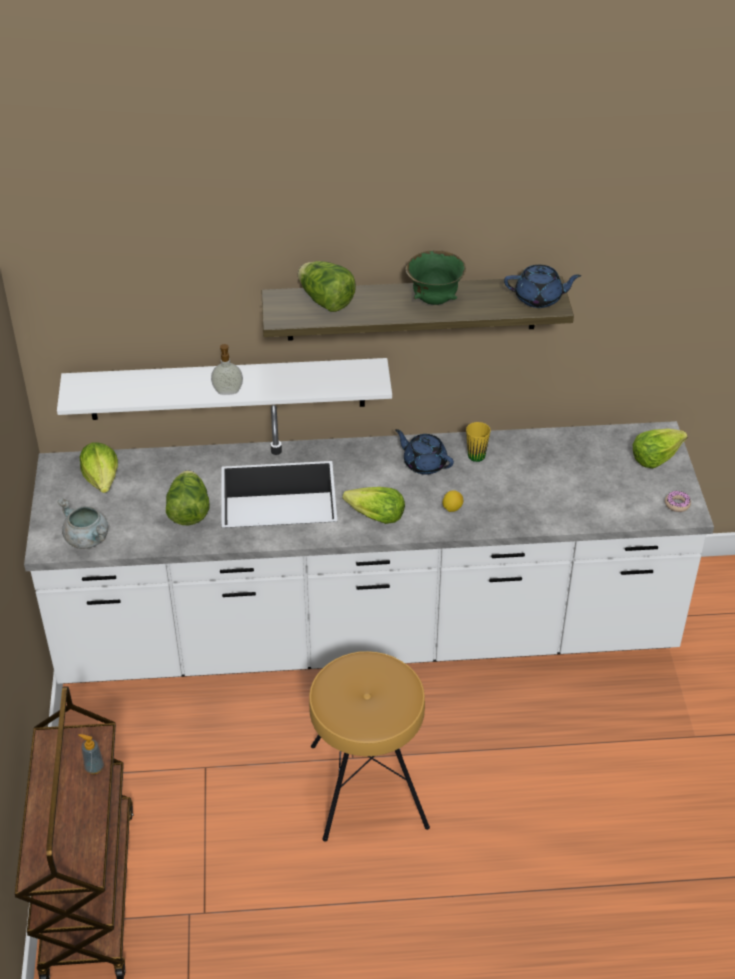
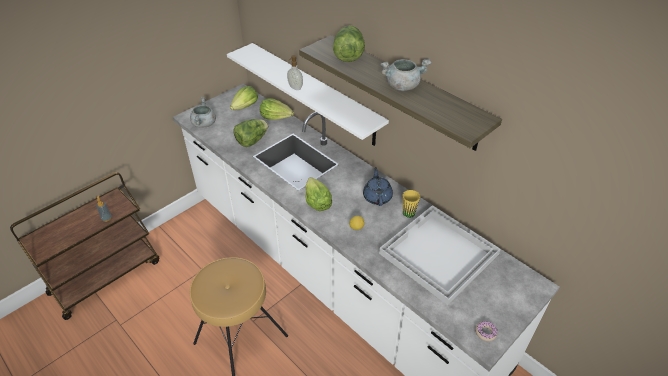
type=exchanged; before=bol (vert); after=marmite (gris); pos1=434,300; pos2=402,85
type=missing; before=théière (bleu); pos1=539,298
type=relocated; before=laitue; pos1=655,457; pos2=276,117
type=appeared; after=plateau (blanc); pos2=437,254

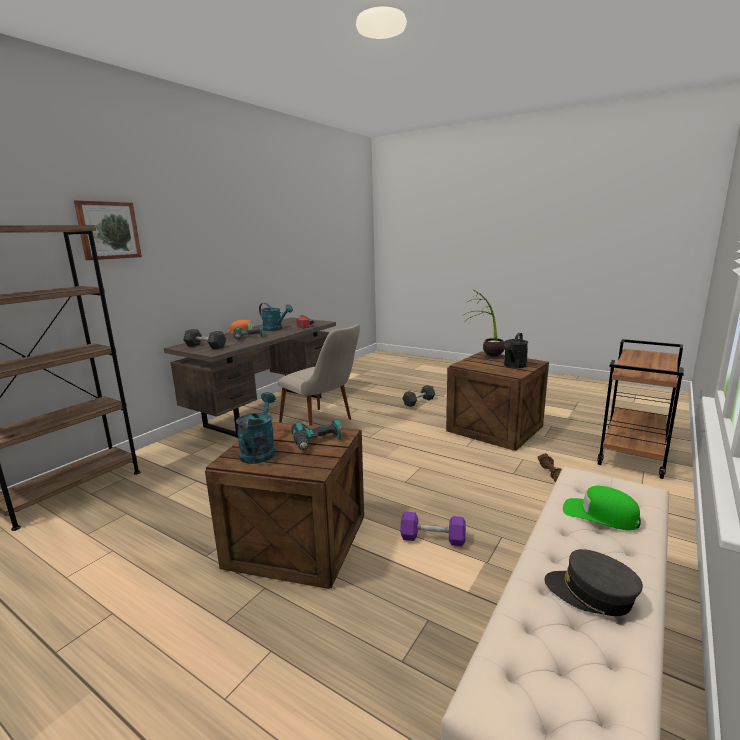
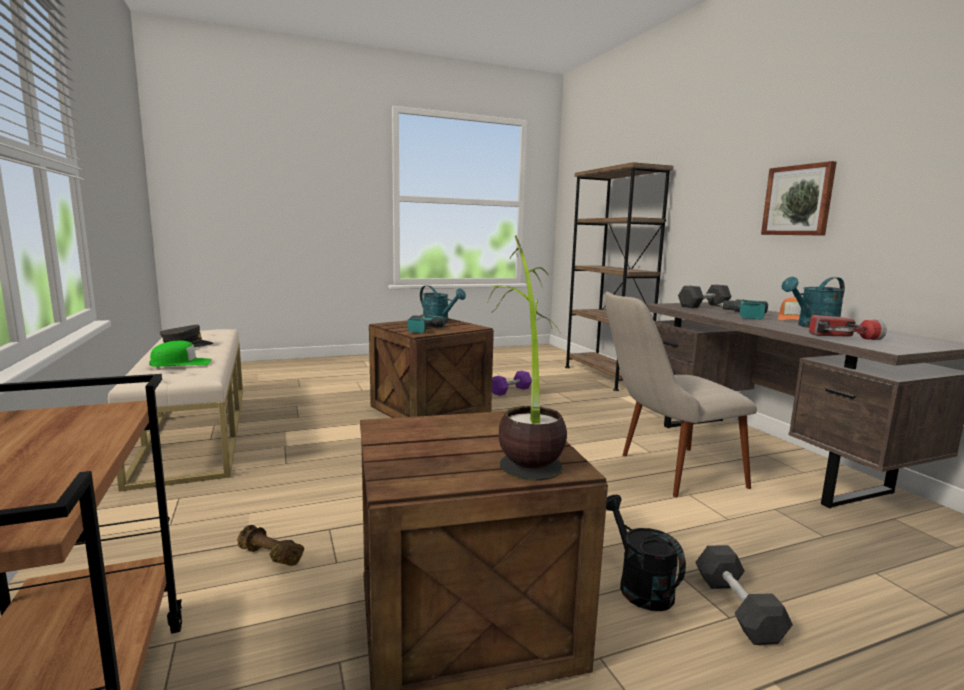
type=relocated; before=tableau; pos1=108,230; pos2=798,200
type=relocated; before=arrosoir (noir); pos1=514,366; pos2=639,585
type=relocated; before=haltère (violet); pos1=432,538; pos2=510,390

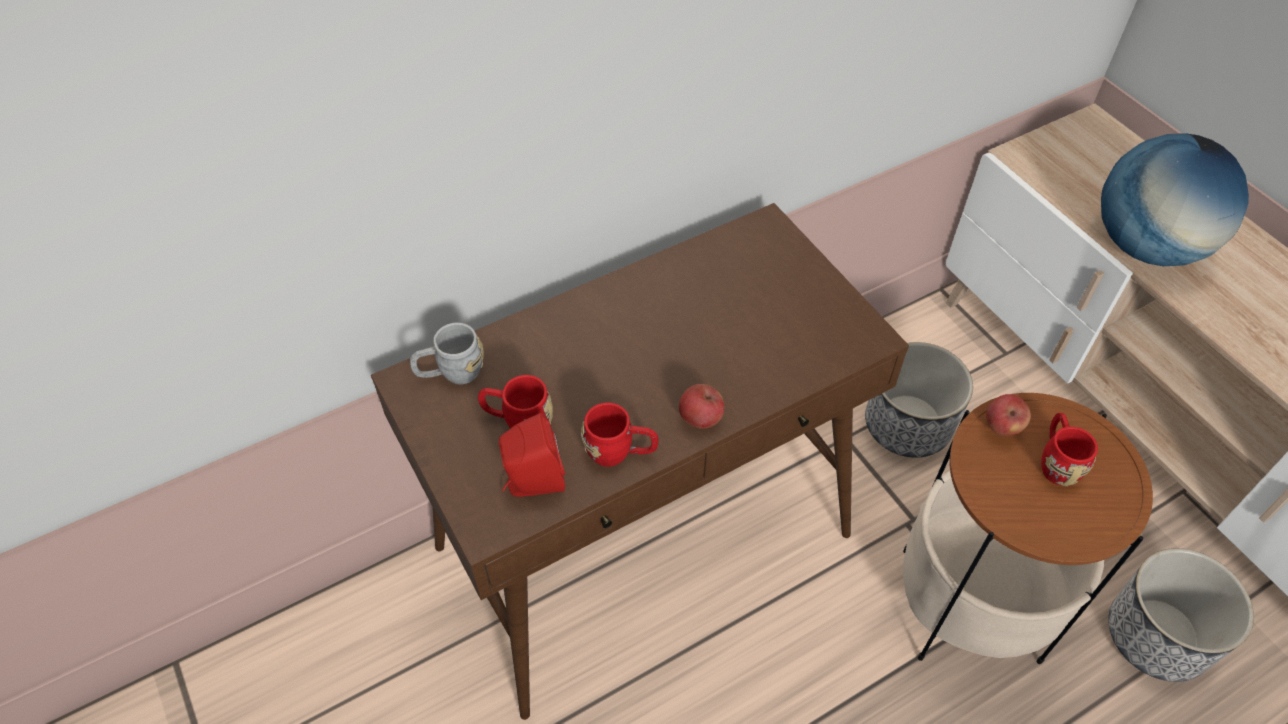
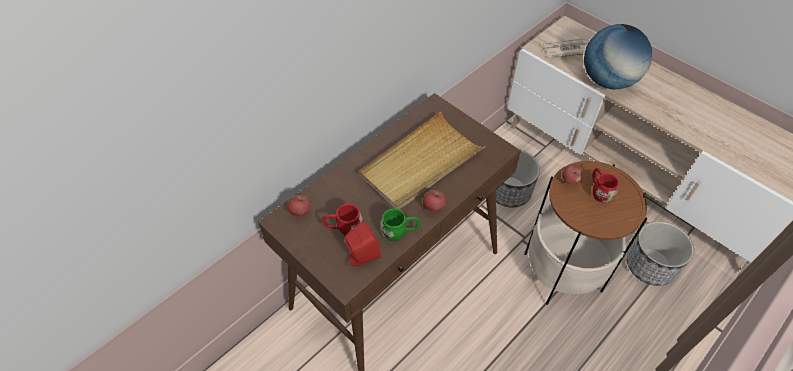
type=exchanged; before=mug (gris); after=pomme; pos1=451,373; pos2=300,212
type=colour; before=mug (rouge); after=mug (vert); pos1=620,452; pos2=400,232
type=appeared; after=journal; pos2=566,50
type=appeared; after=plateau (beige); pos2=421,164

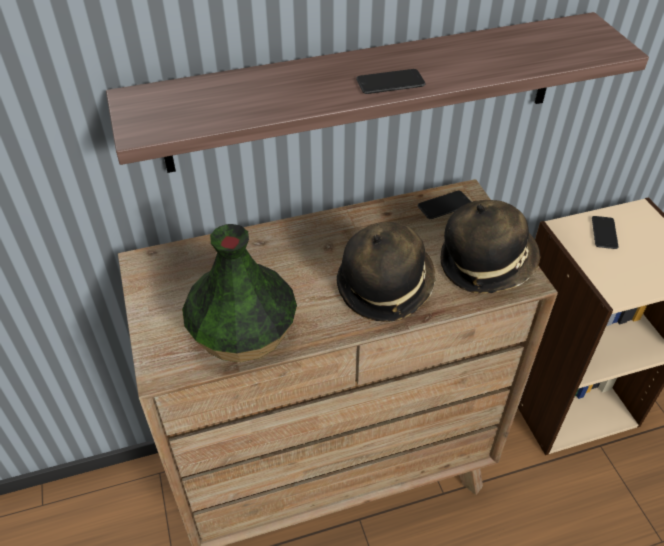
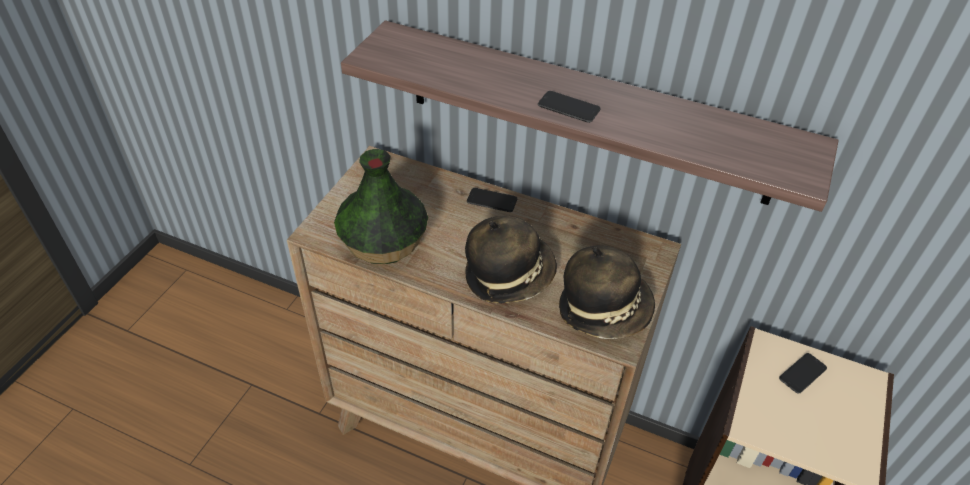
type=relocated; before=téléphone; pos1=444,205; pos2=492,200

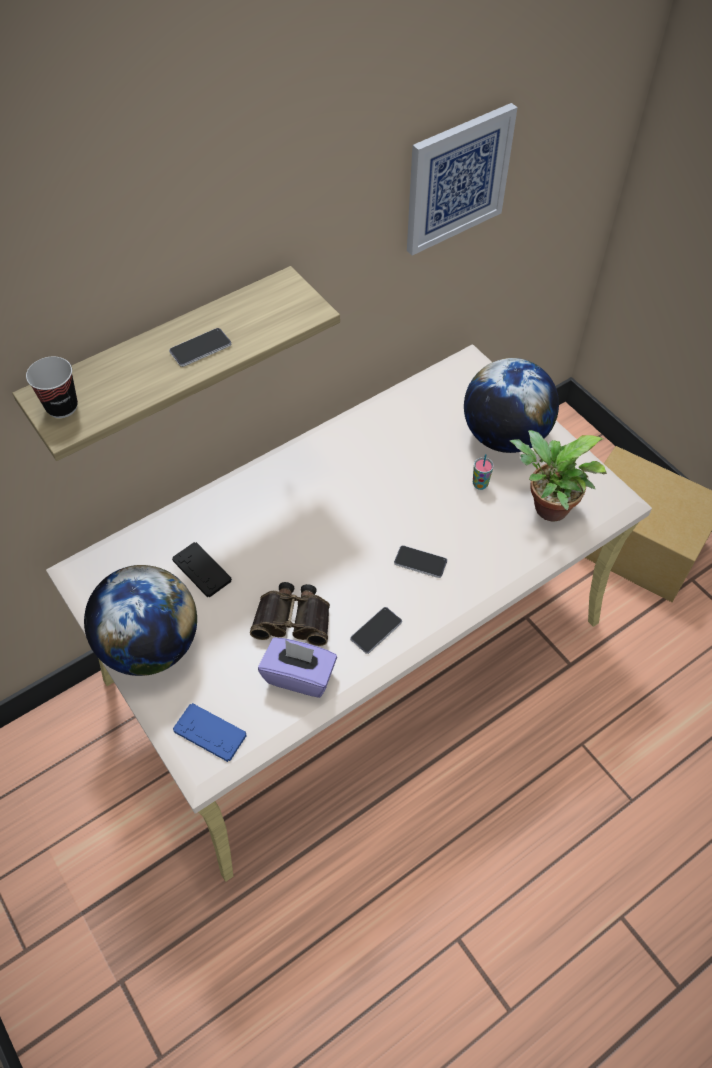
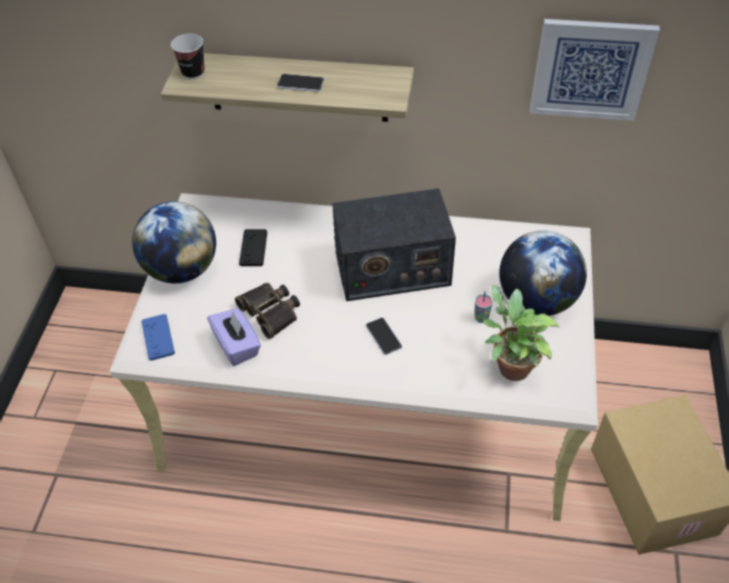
type=missing; before=téléphone; pos1=376,630
type=appeared; after=radio; pos2=391,268

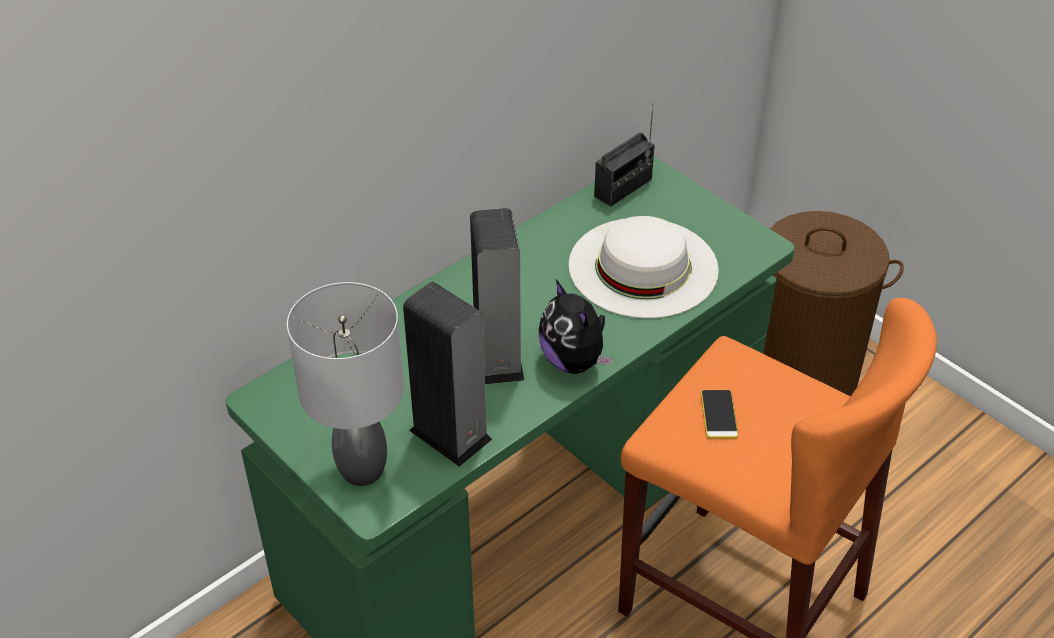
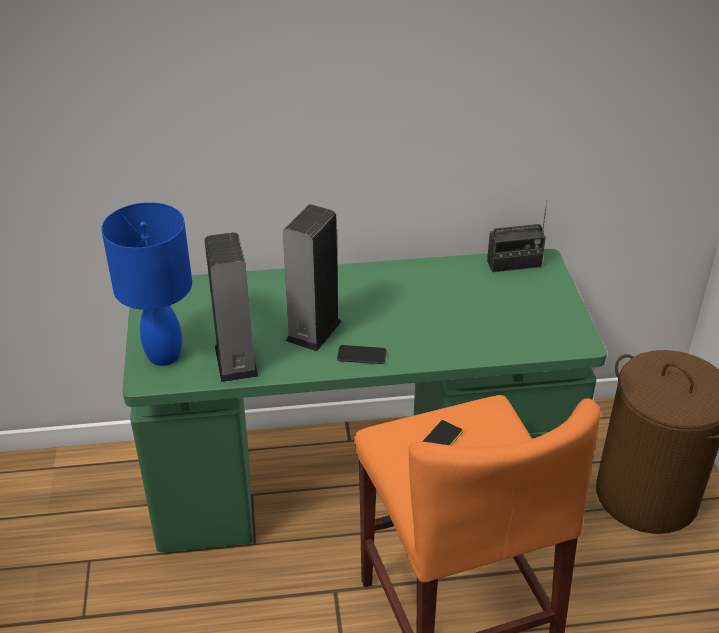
type=missing; before=chapeau (blanc); pos1=643,267
type=exchanged; before=peluche; after=téléphone; pos1=574,361; pos2=361,355
type=colour; before=lampe de table (gris); after=lampe de table (bleu); pos1=364,469; pos2=165,355

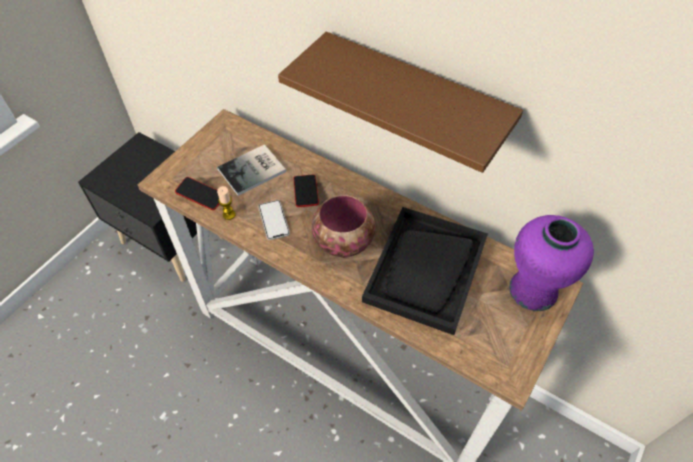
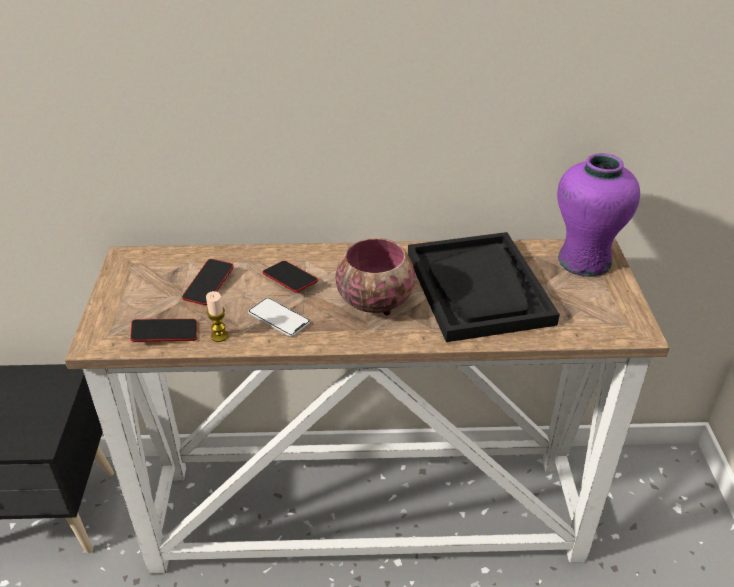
type=missing; before=étagère (marron); pos1=414,102
type=exchanged; before=livre; after=téléphone; pos1=254,170; pos2=209,285

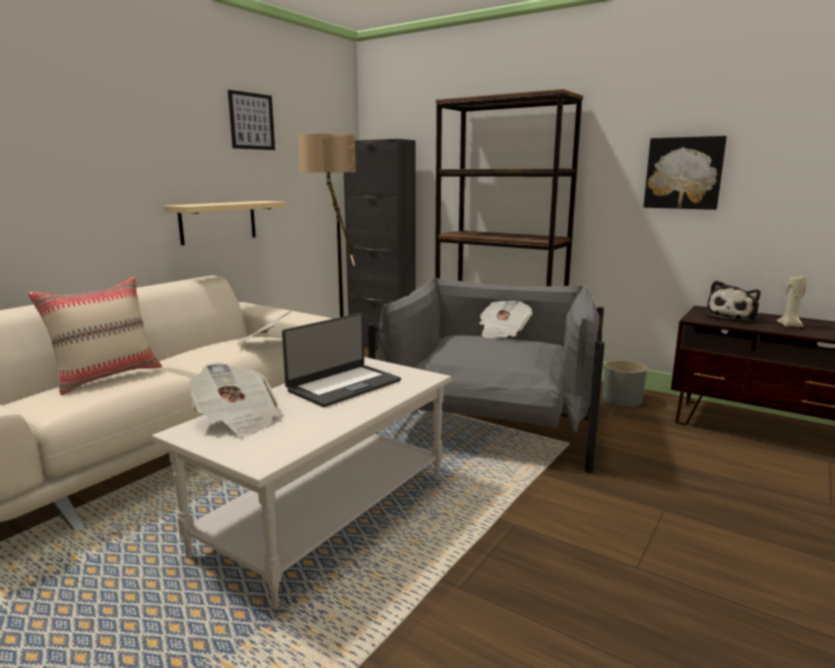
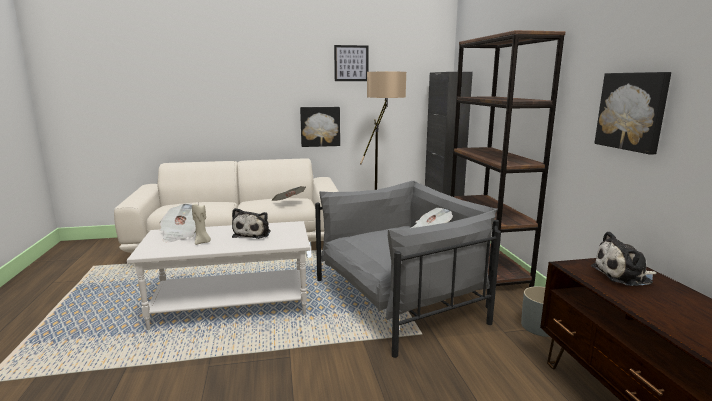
type=exchanged; before=étagère (beige); after=tableau; pos1=218,222; pos2=320,126
type=relocated; before=bougie (beige); pos1=789,325; pos2=202,242
type=missing; before=coussin (beige); pos1=107,377
type=exchanged; before=ordinateur portable; after=peluche; pos1=343,385; pos2=253,234

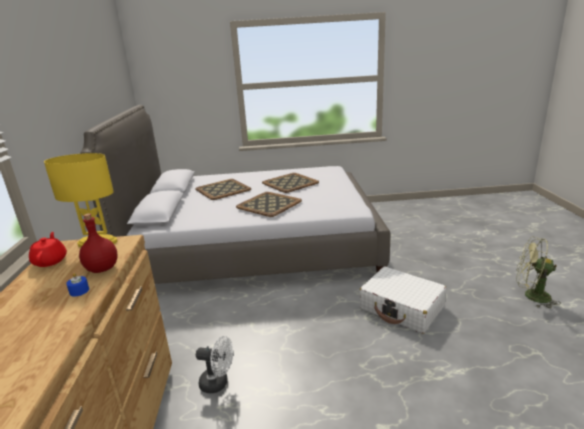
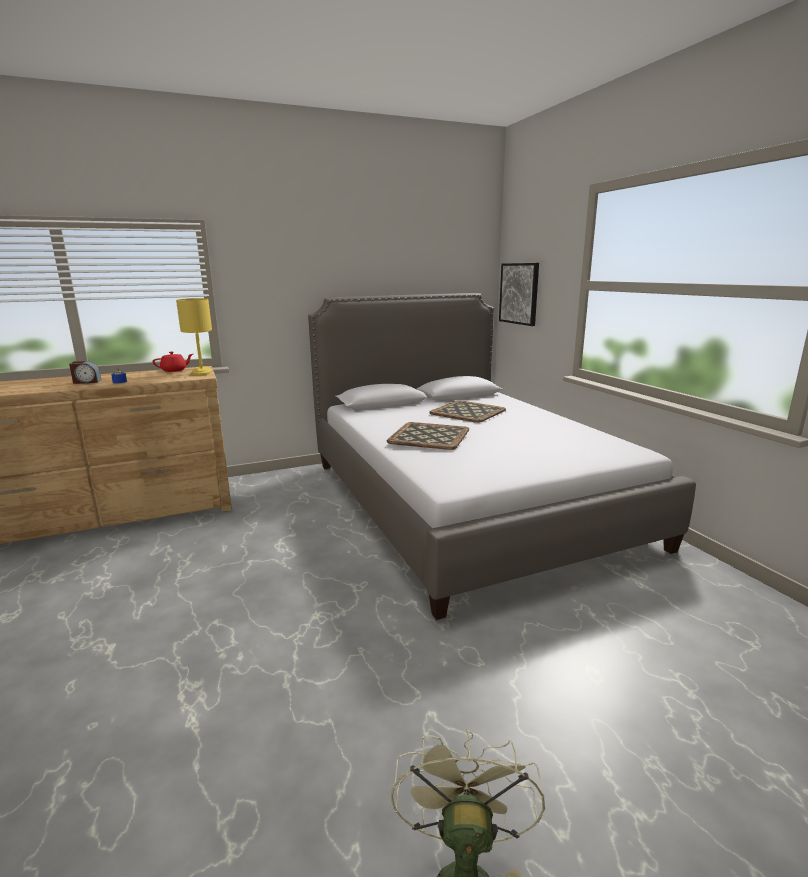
type=missing; before=plateau; pos1=289,183
type=missing; before=bouteille (rouge); pos1=101,269
type=missing; before=valise (blanc); pos1=401,308
type=missing; before=ventilateur (blanc); pos1=218,383
type=appeared; after=tableau; pos2=519,293
type=appeared; after=réveil; pos2=87,382

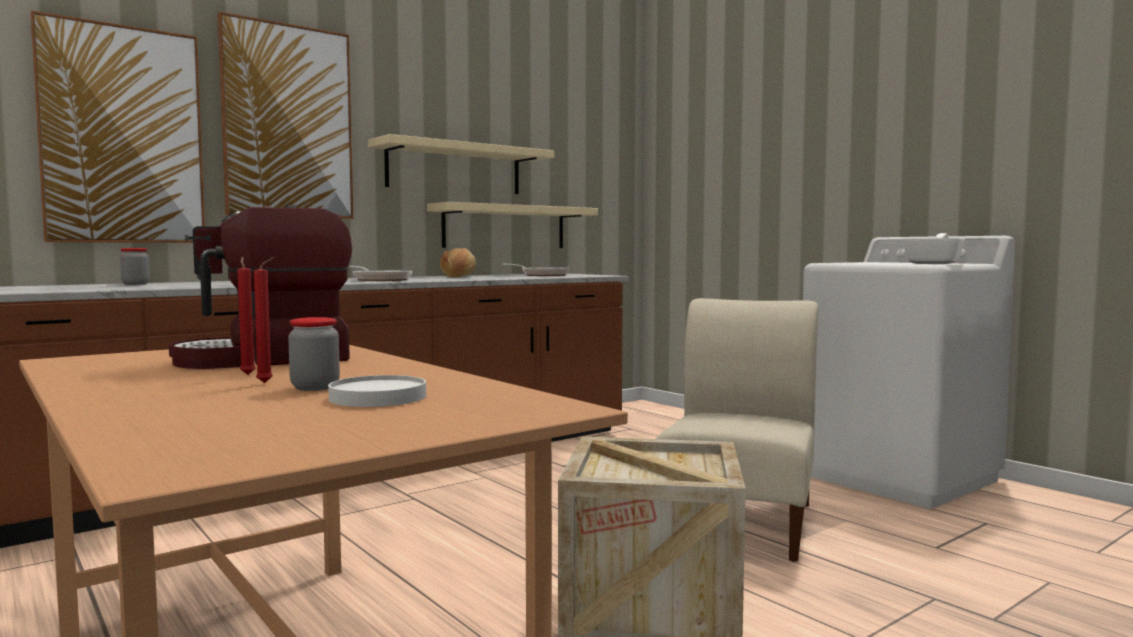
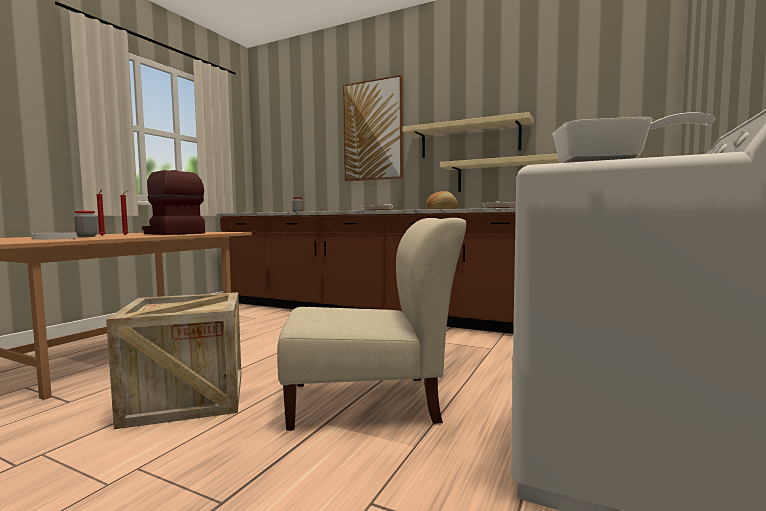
type=missing; before=tableau; pos1=122,135

